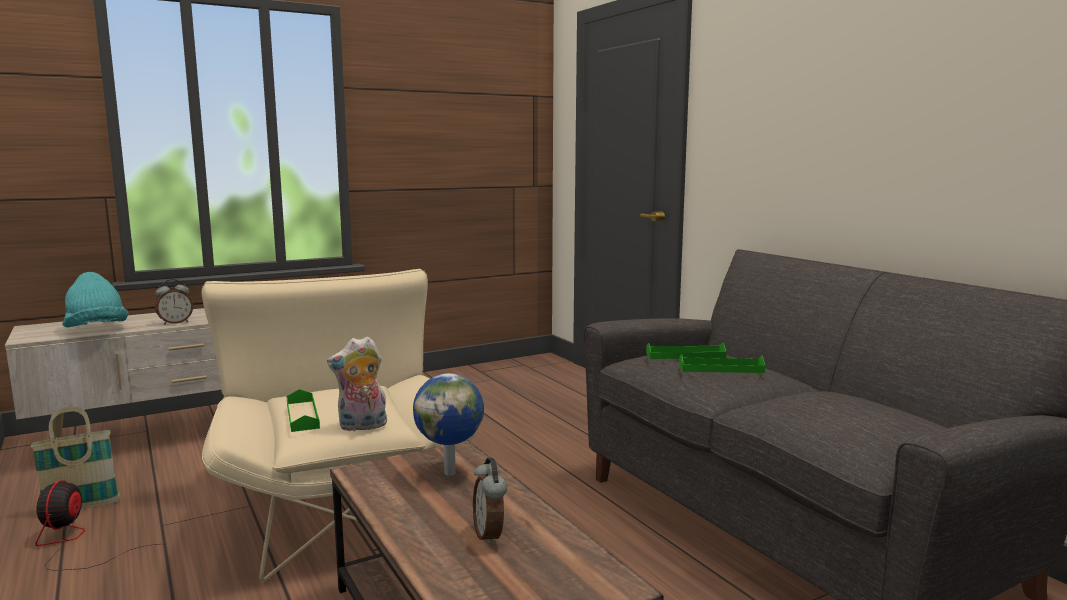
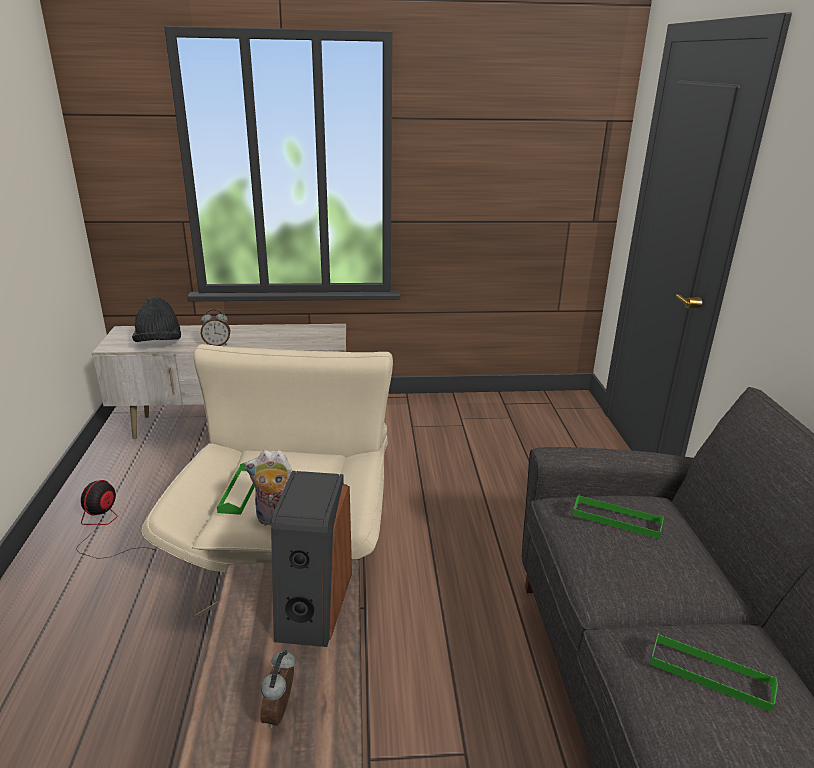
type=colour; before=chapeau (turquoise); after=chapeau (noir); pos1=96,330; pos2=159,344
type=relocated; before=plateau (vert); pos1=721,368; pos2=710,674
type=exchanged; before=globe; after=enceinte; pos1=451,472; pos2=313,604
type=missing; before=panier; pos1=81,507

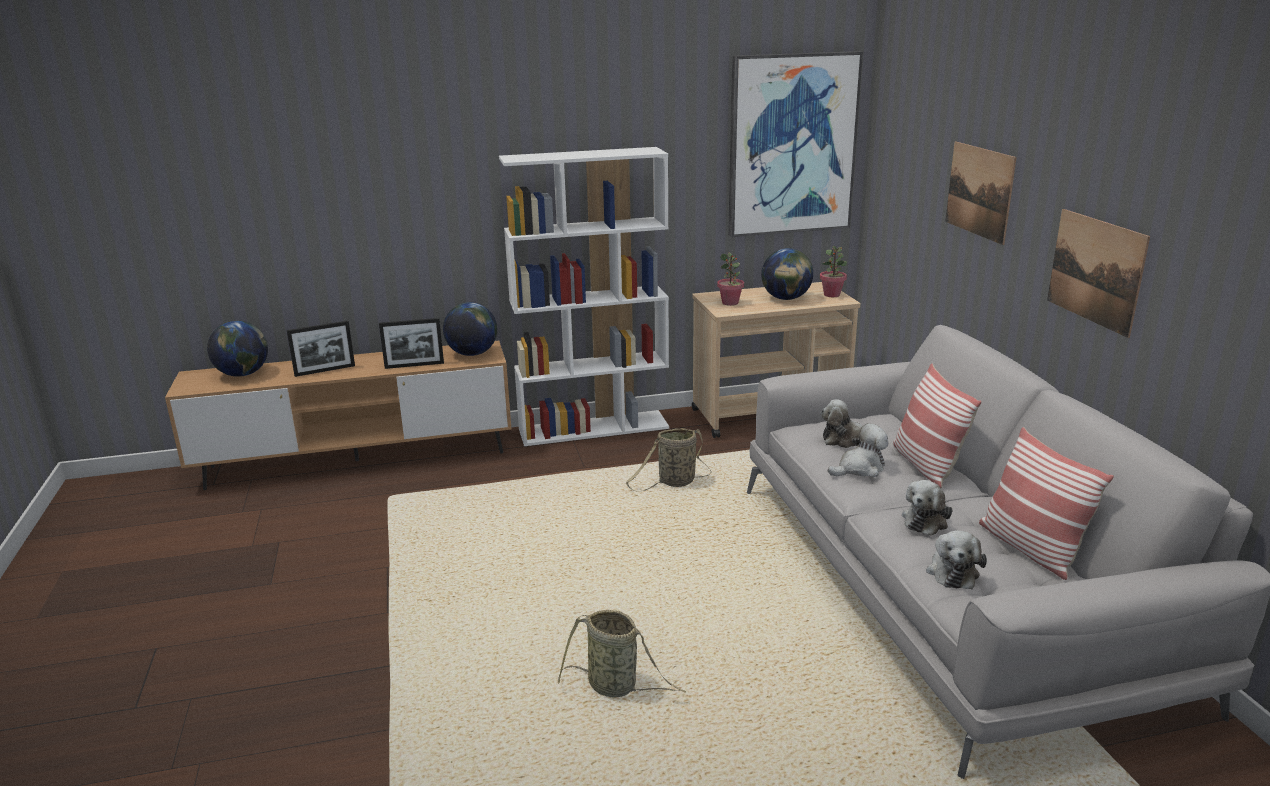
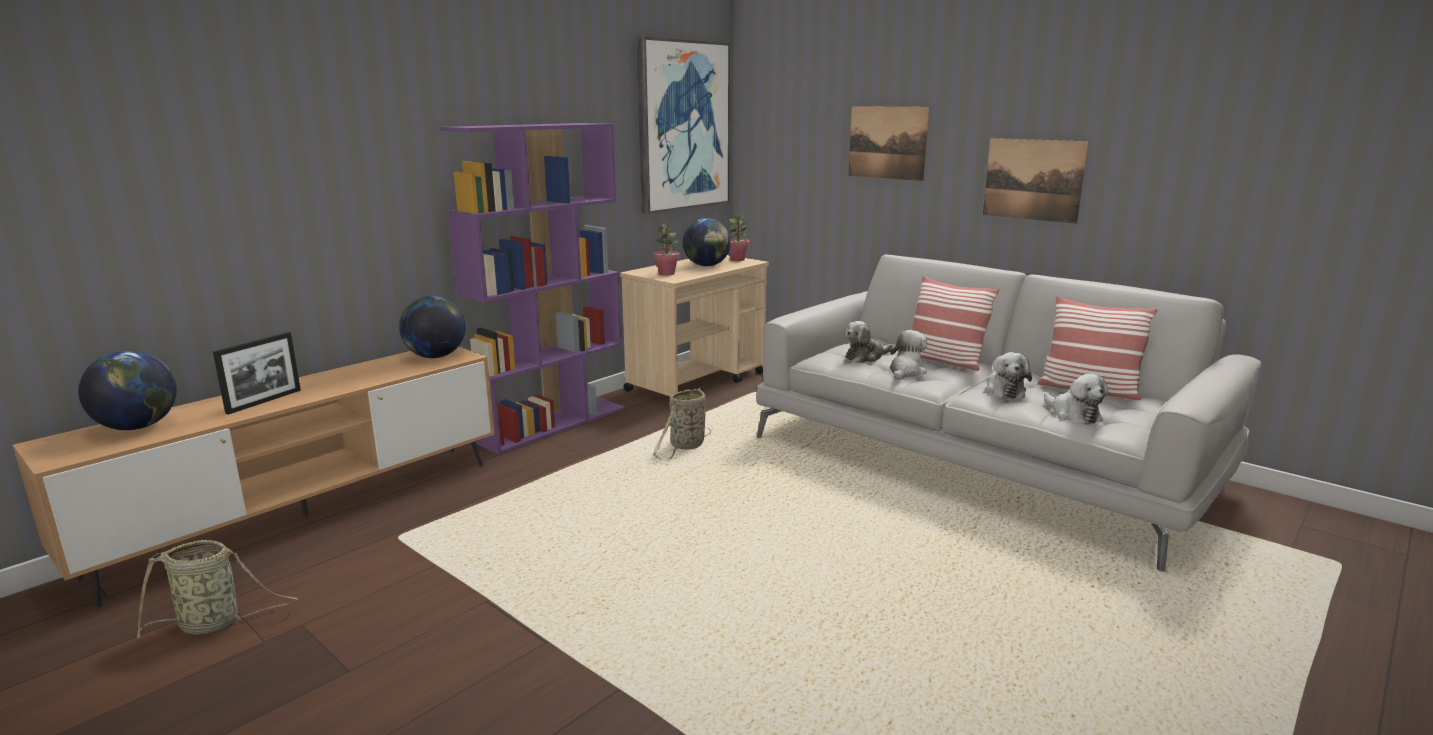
type=colour; before=bibliothèque (blanc); after=bibliothèque (violet); pos1=594,428; pos2=552,424
type=missing; before=cadre photo; pos1=414,365
type=relocated; before=panier; pos1=616,686; pos2=215,623

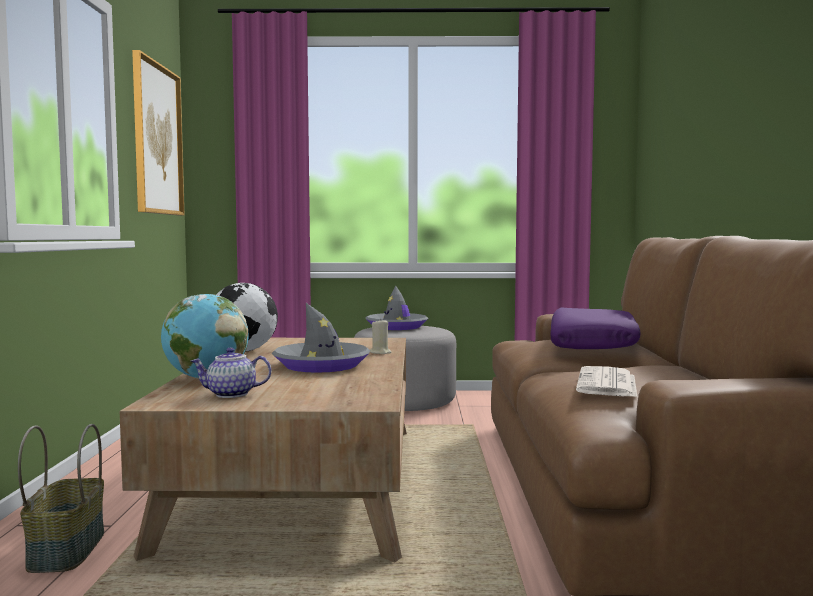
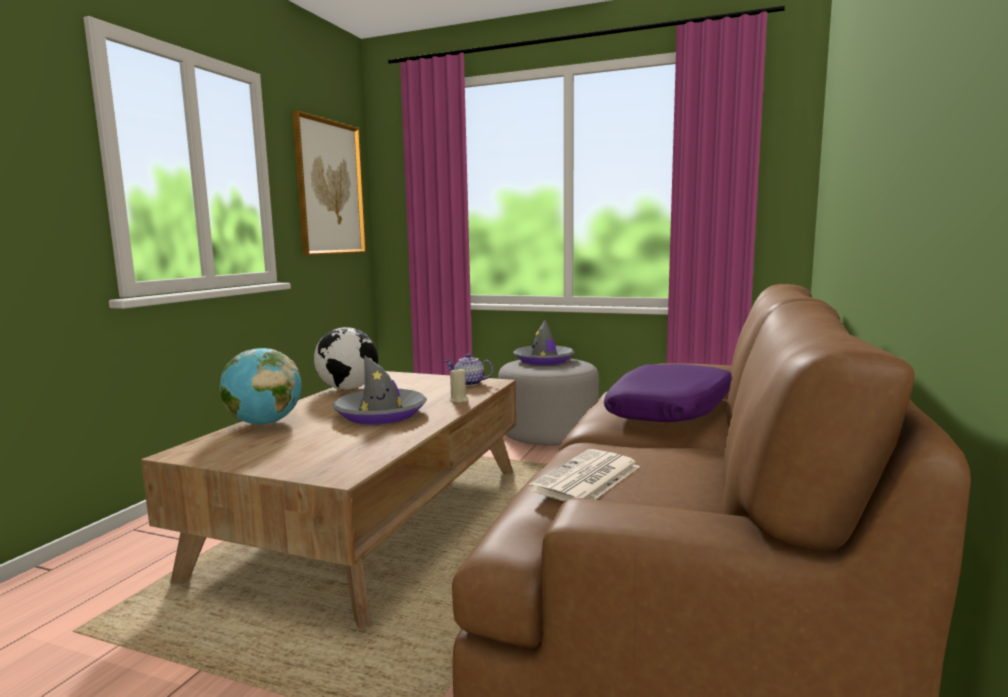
type=relocated; before=théière; pos1=230,394; pos2=468,383
type=missing; before=panier; pos1=65,550

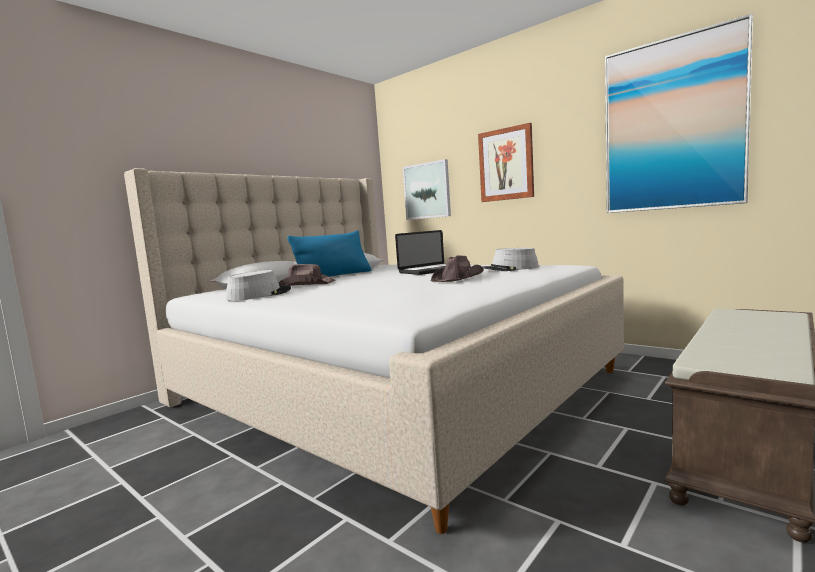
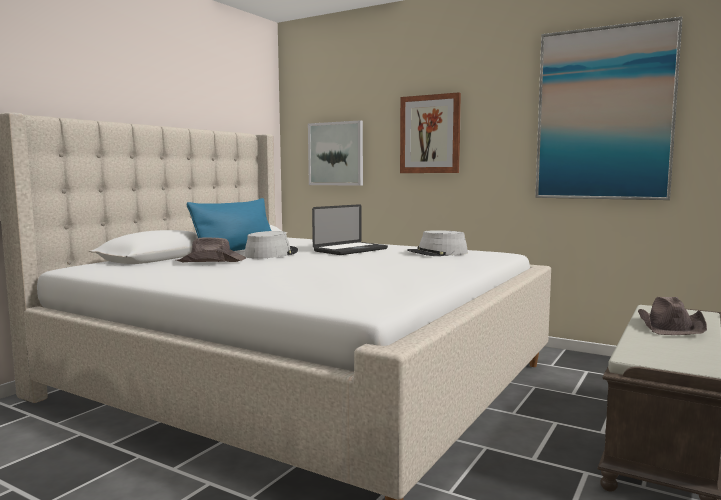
type=relocated; before=chapeau (marron); pos1=458,278; pos2=671,326
type=relocated; before=chapeau (gris); pos1=259,295; pos2=271,254

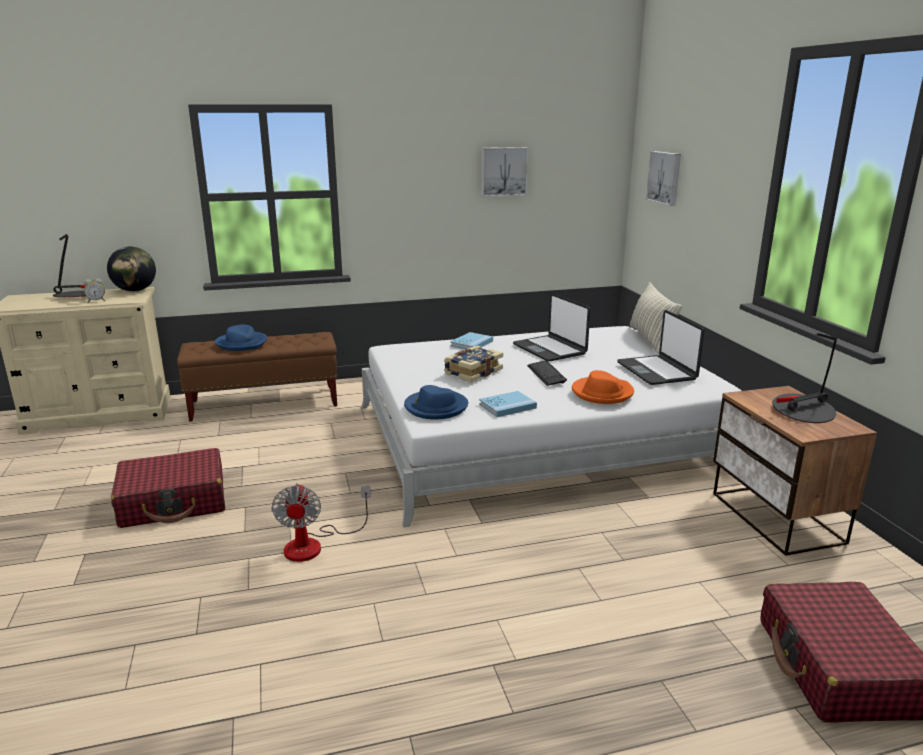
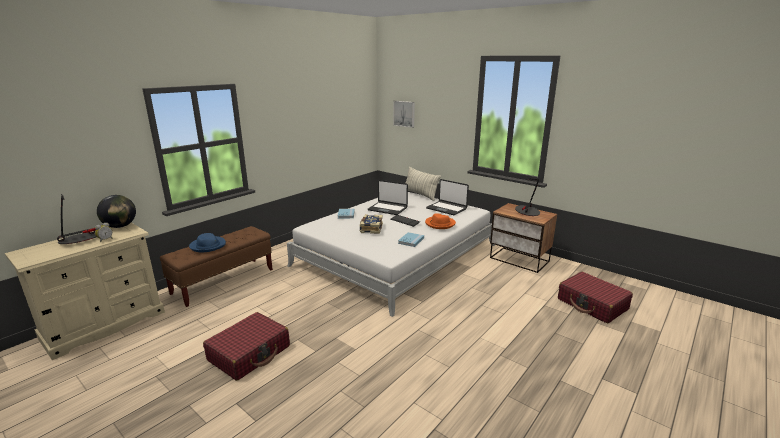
type=missing; before=tableau; pos1=503,171
type=missing; before=chapeau (bleu); pos1=436,407
type=missing; before=ventilateur; pos1=314,544

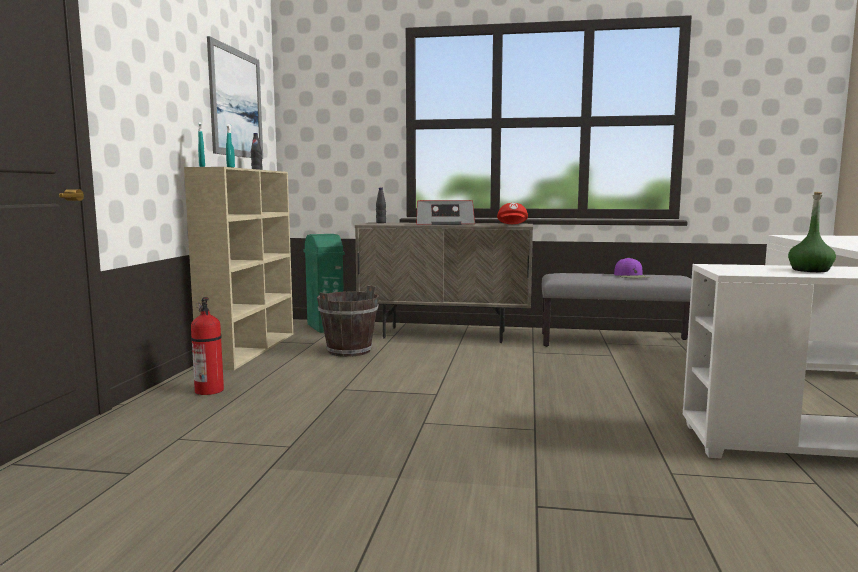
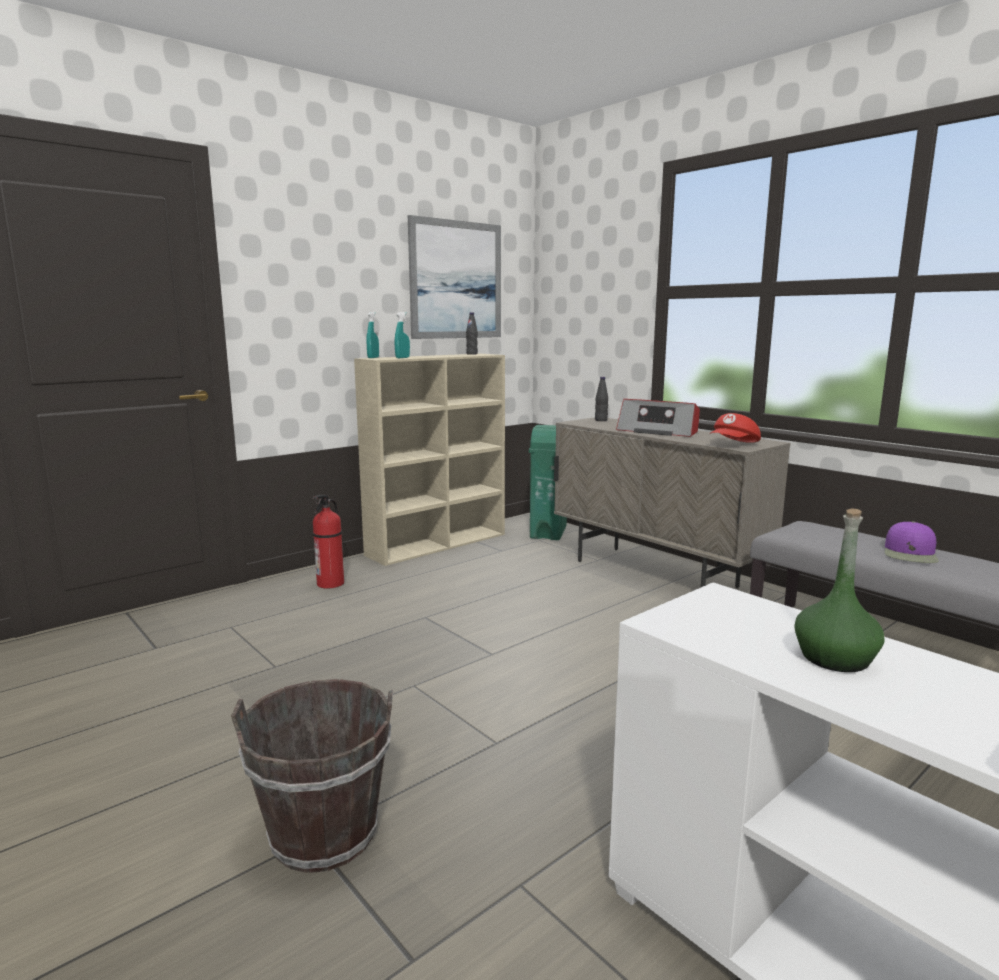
type=relocated; before=seau (marron); pos1=349,351; pos2=324,833

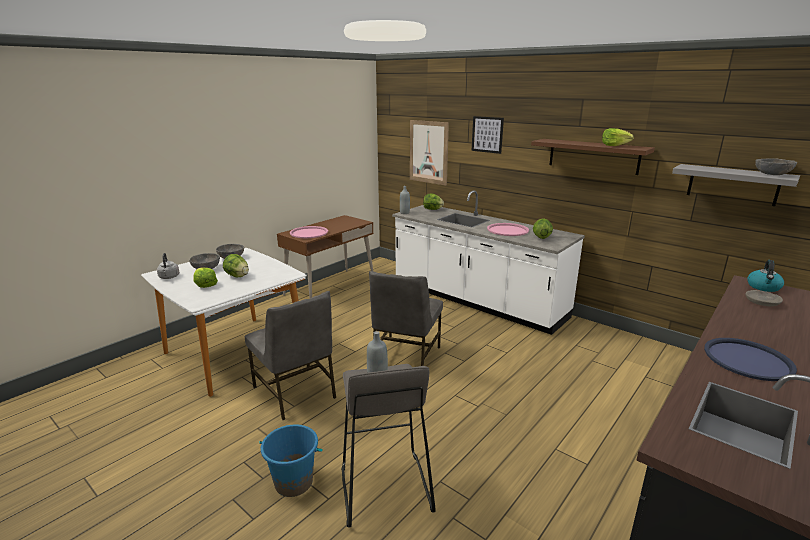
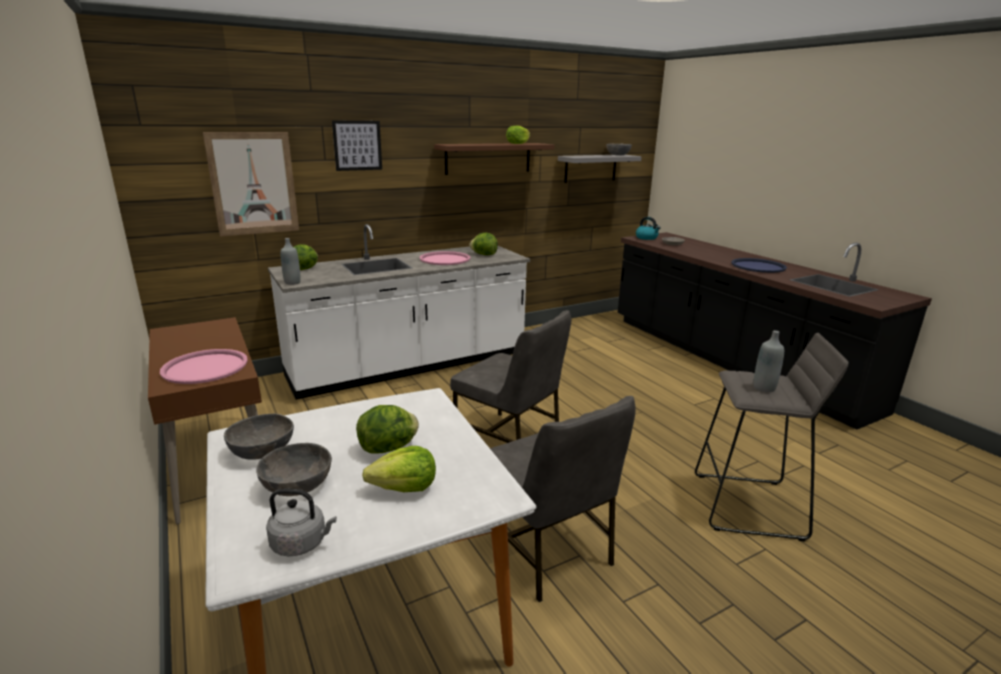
type=spun; before=chaise (gris); pos1=295,392; pos2=546,549; turn=75
type=missing; before=seau (bleu); pos1=294,482

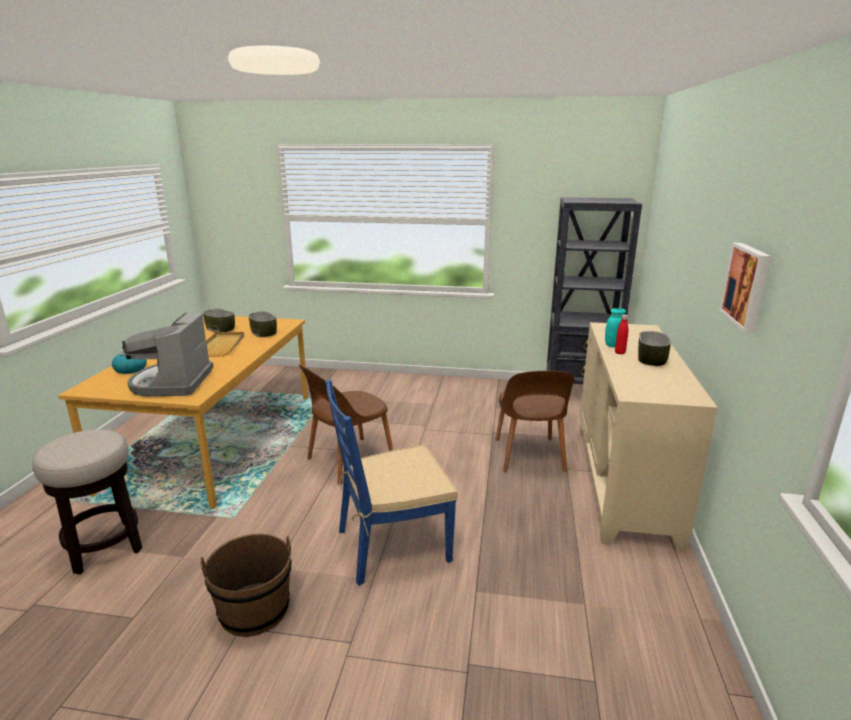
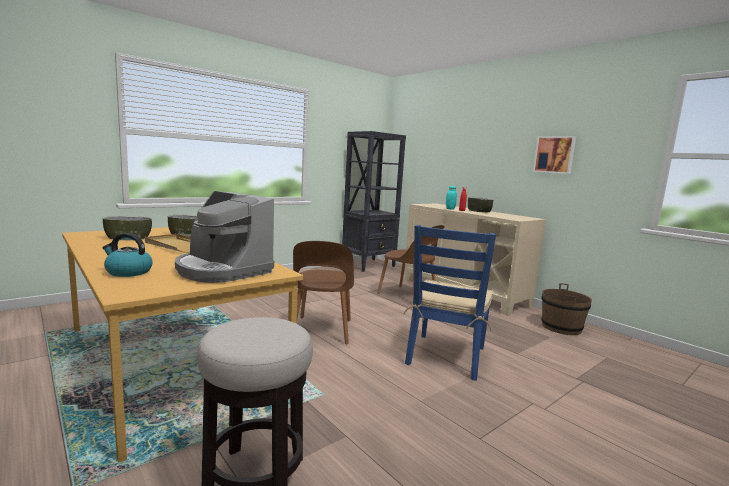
type=relocated; before=seau (marron); pos1=254,610; pos2=561,327

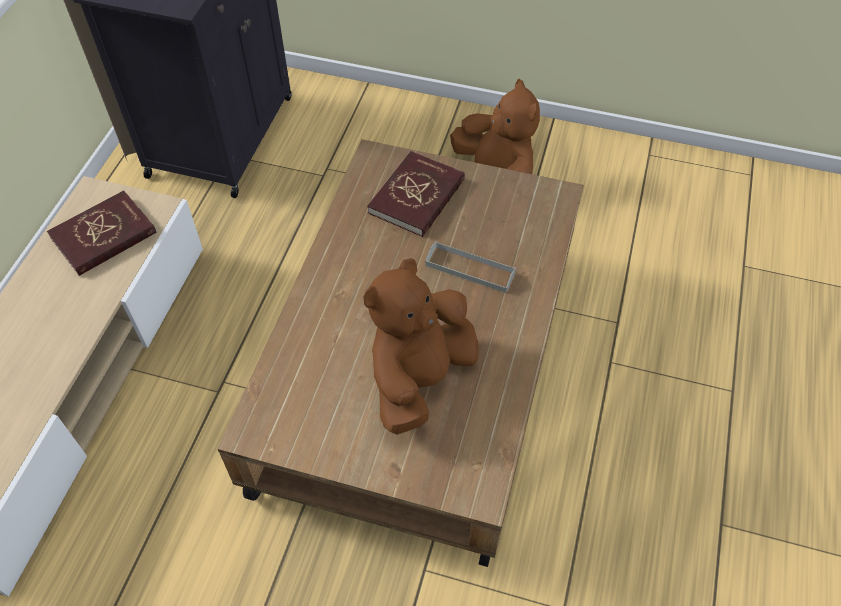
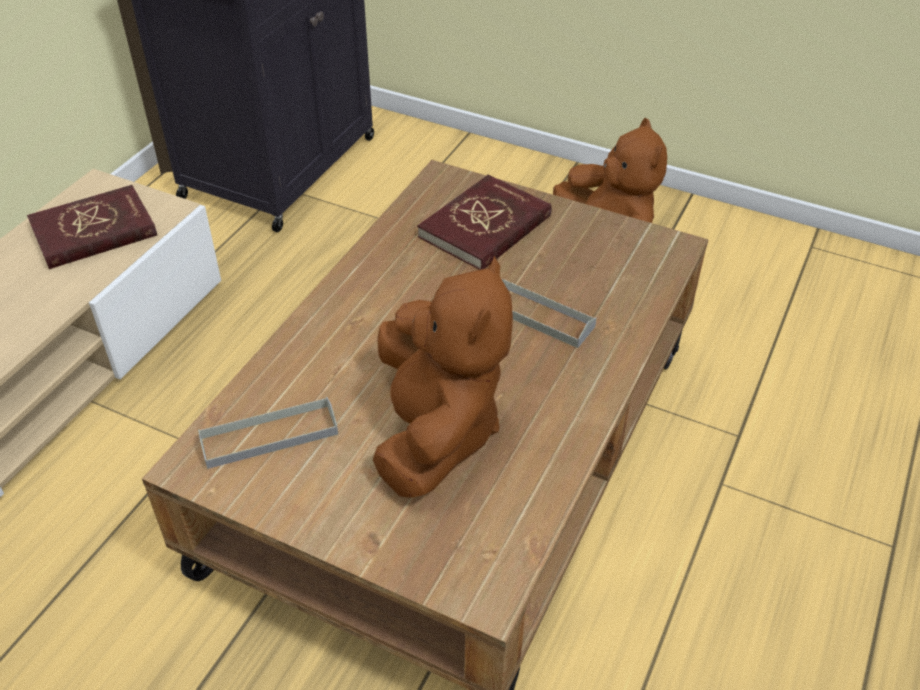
type=spun; before=peluche (marron); pos1=419,377; pos2=435,432; turn=135
type=appeared; after=plateau (gris); pos2=269,436

